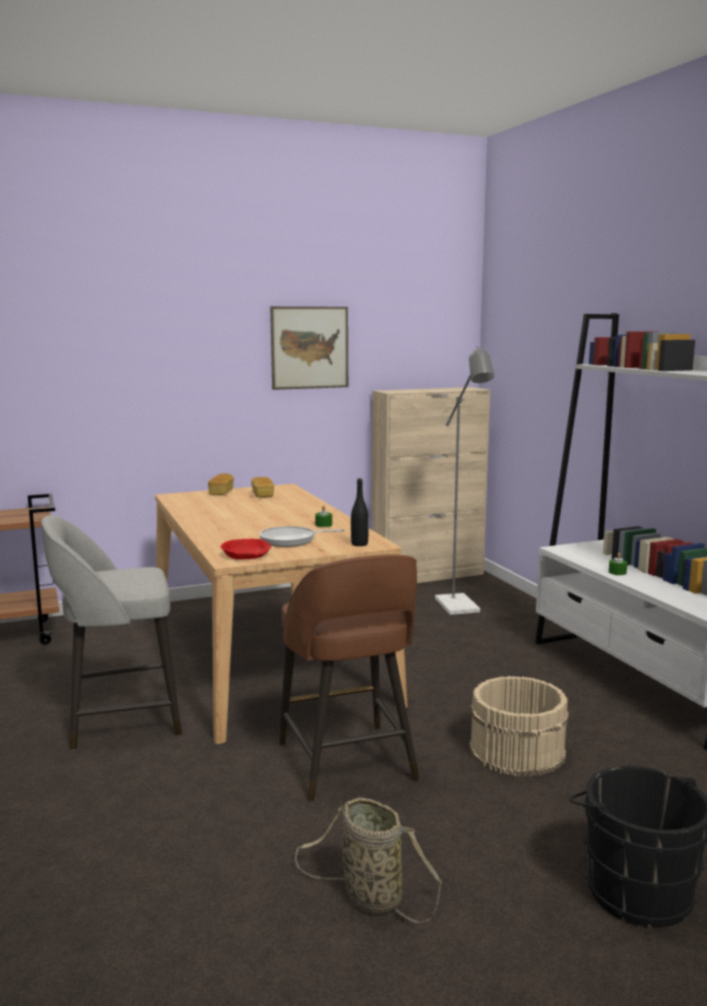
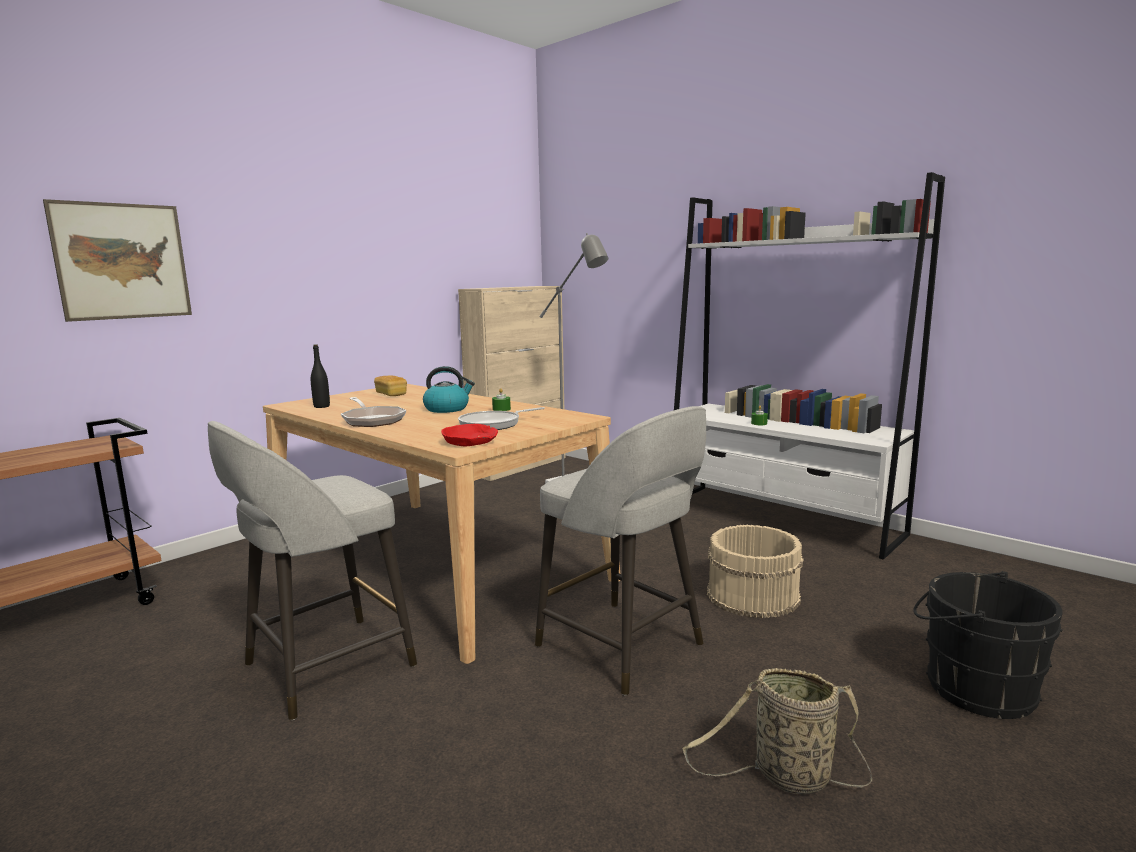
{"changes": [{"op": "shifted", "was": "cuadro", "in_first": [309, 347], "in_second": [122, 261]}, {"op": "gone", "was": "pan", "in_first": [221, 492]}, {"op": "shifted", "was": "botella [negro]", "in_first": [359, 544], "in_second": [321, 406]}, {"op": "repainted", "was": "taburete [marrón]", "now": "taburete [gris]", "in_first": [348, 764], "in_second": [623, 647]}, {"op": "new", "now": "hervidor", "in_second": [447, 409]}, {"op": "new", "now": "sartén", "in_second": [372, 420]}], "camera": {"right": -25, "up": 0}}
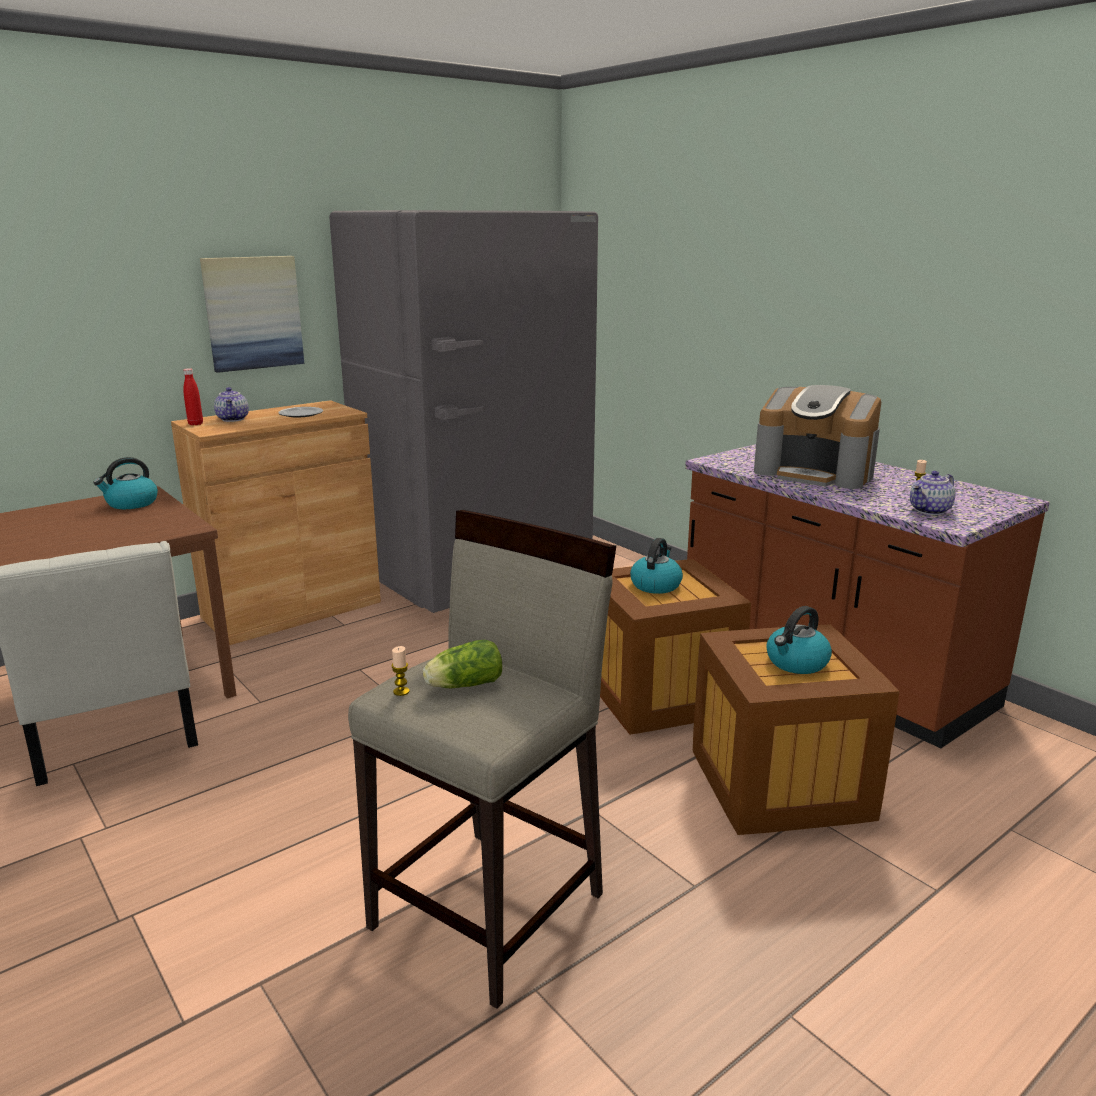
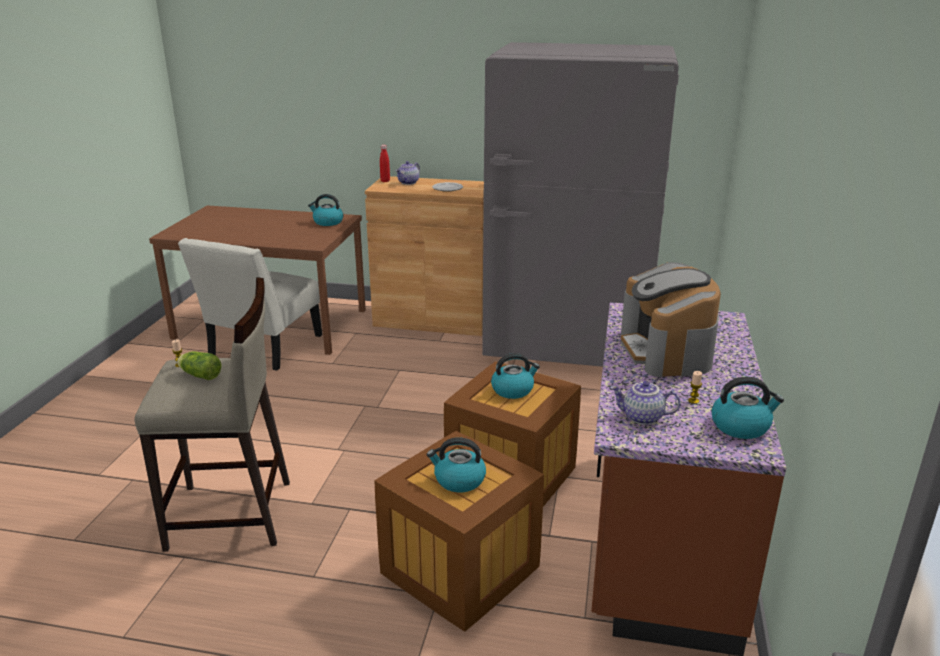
{"changes": [{"op": "gone", "was": "cuadro", "in_first": [253, 313]}, {"op": "new", "now": "hervidor", "in_second": [741, 426]}], "camera": {"right": 50, "up": 5}}
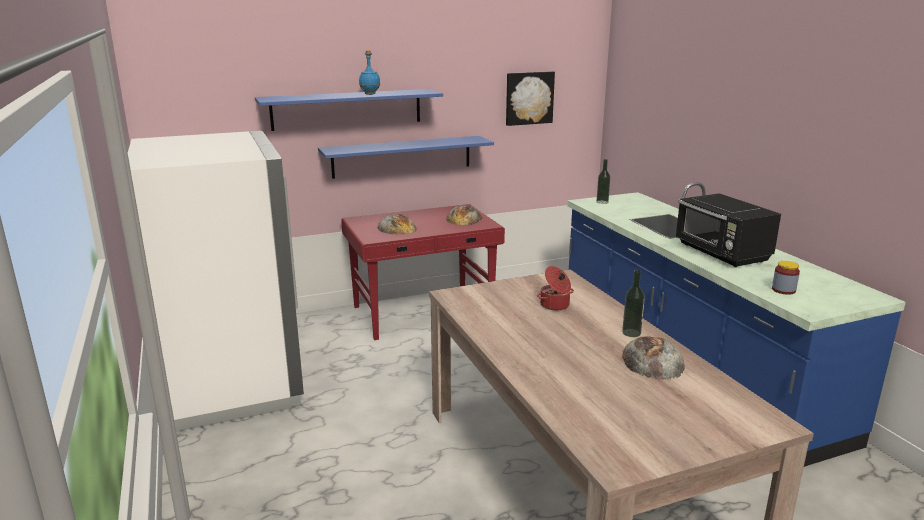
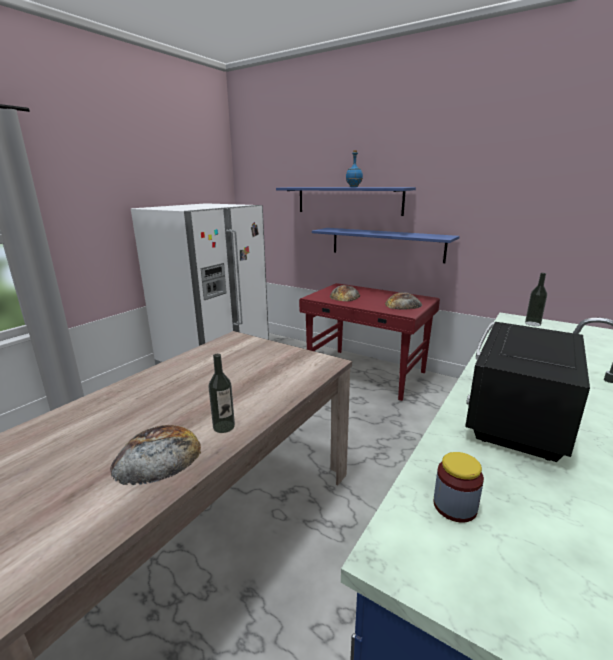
{"changes": [{"op": "gone", "was": "cuadro", "in_first": [529, 98]}, {"op": "gone", "was": "olla", "in_first": [555, 305]}], "camera": {"right": 55, "up": 0}}
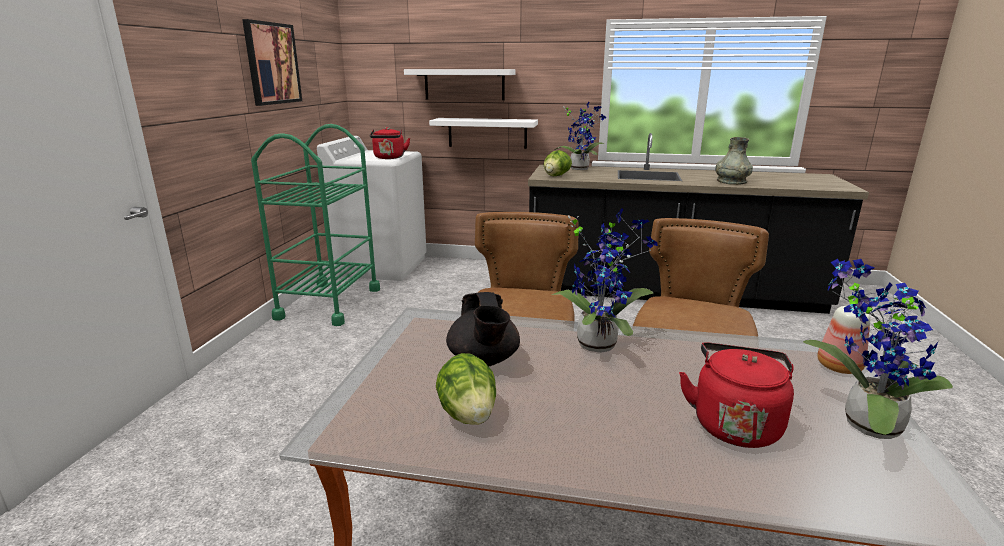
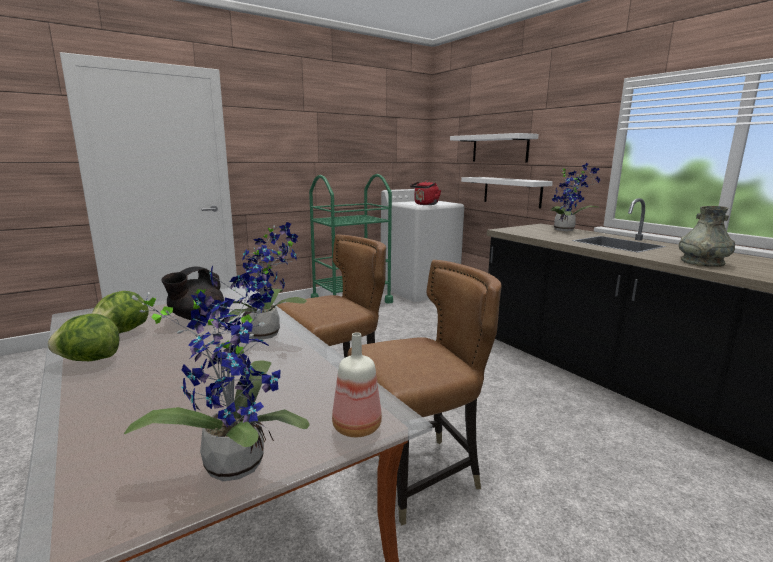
{"changes": [{"op": "gone", "was": "cuadro", "in_first": [272, 63]}, {"op": "shifted", "was": "lechuga", "in_first": [556, 176], "in_second": [89, 360]}, {"op": "gone", "was": "hervidor [rojo]", "in_first": [734, 423]}], "camera": {"right": 45, "up": -5}}
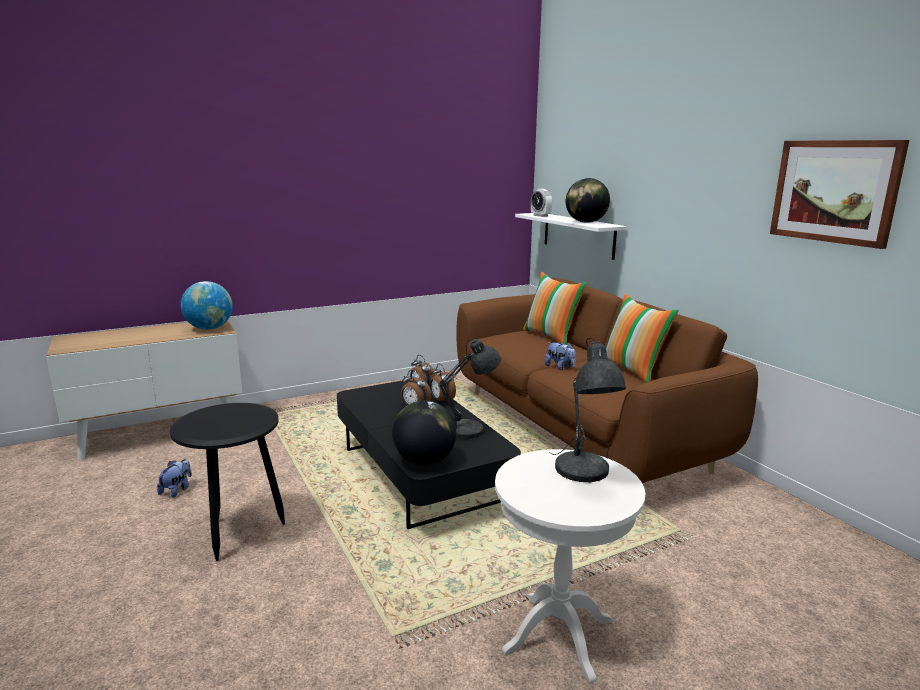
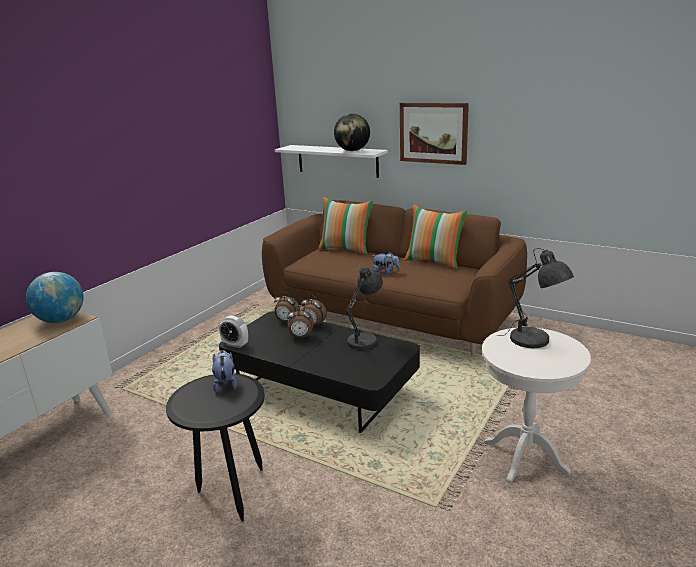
{"changes": [{"op": "shifted", "was": "cuadro", "in_first": [834, 191], "in_second": [433, 133]}, {"op": "shifted", "was": "despertador", "in_first": [540, 216], "in_second": [235, 345]}, {"op": "gone", "was": "globo terráqueo", "in_first": [424, 461]}, {"op": "shifted", "was": "peluche", "in_first": [177, 490], "in_second": [225, 383]}], "camera": {"right": -30, "up": 5}}
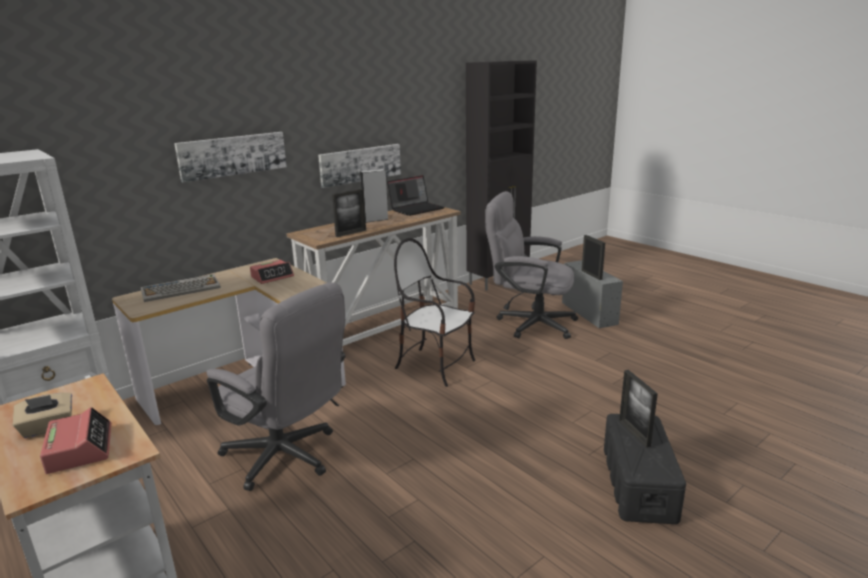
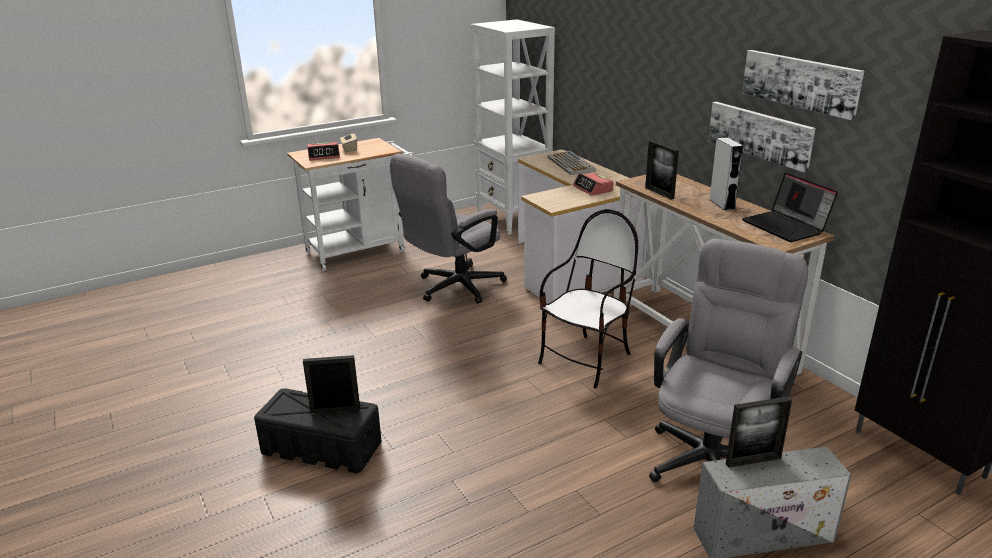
{"changes": [{"op": "shifted", "was": "cuadro", "in_first": [232, 155], "in_second": [800, 82]}], "camera": {"right": 100, "up": 5}}
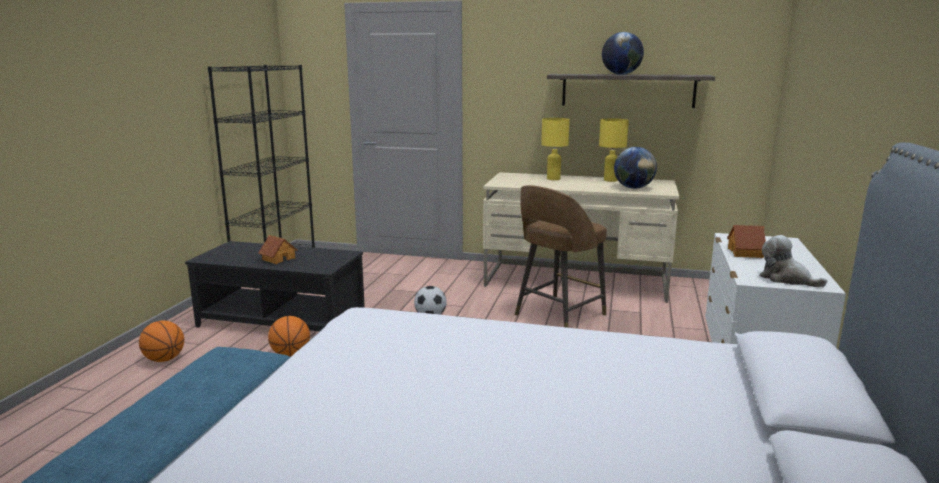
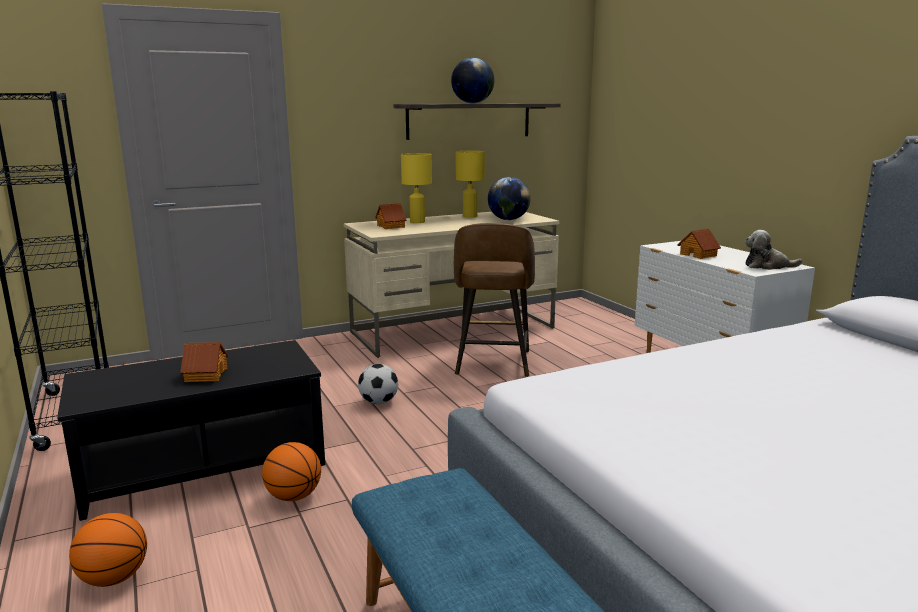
{"changes": [{"op": "new", "now": "casita", "in_second": [391, 226]}], "camera": {"right": -40, "up": 0}}
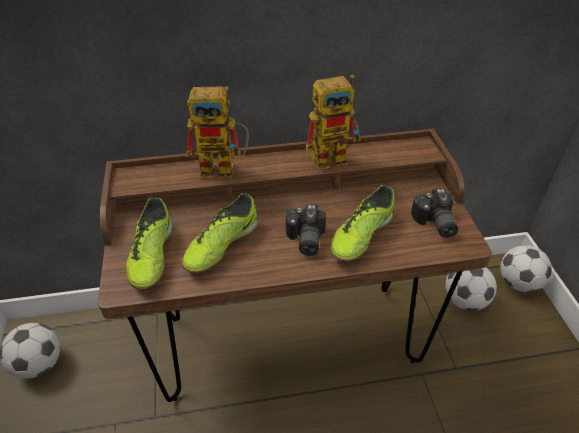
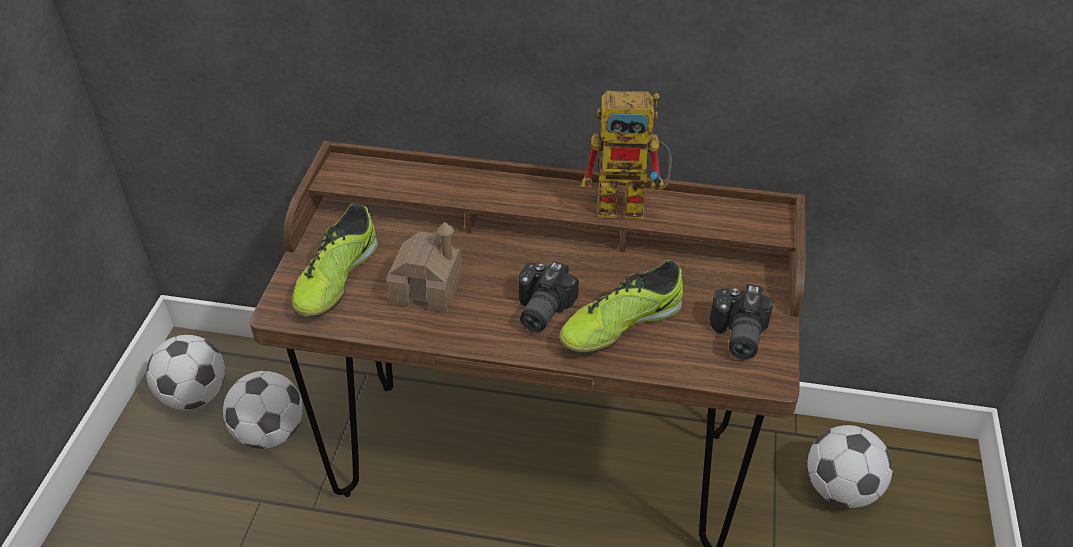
{"changes": [{"op": "gone", "was": "robot de juguete", "in_first": [225, 168]}, {"op": "swapped", "was": "zapato", "now": "casita", "in_first": [221, 245], "in_second": [427, 288]}, {"op": "shifted", "was": "balón de fútbol", "in_first": [518, 283], "in_second": [270, 433]}], "camera": {"right": 20, "up": 0}}
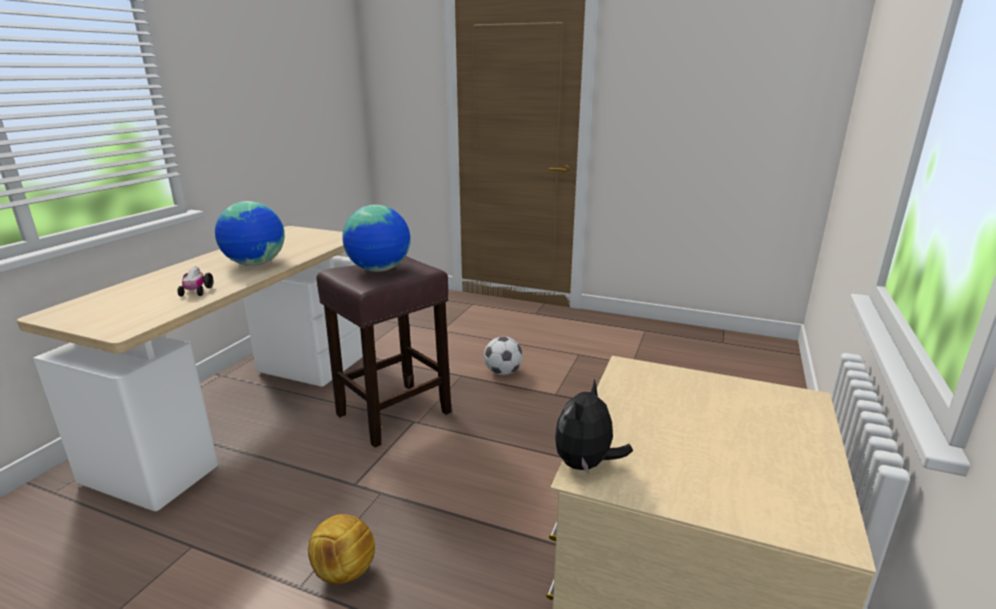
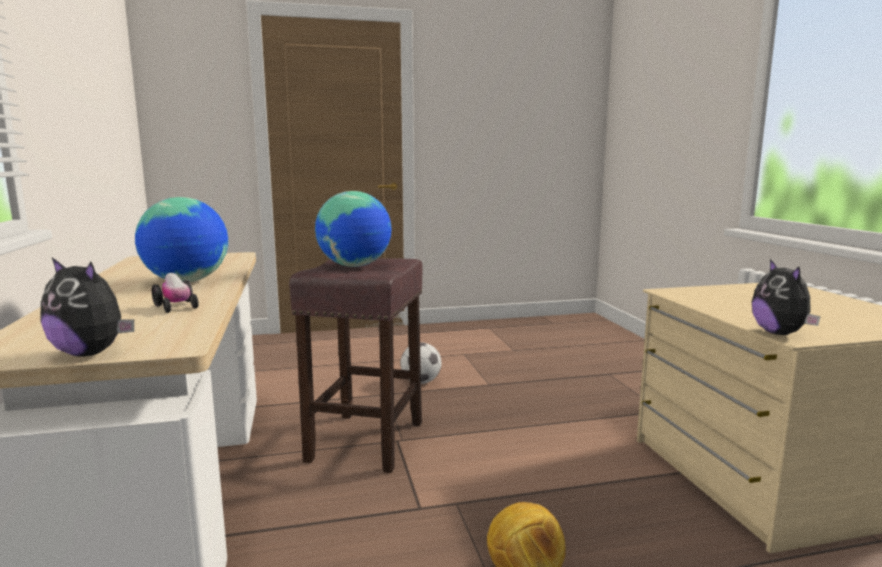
{"changes": [{"op": "new", "now": "peluche", "in_second": [91, 353]}], "camera": {"right": -35, "up": -10}}
